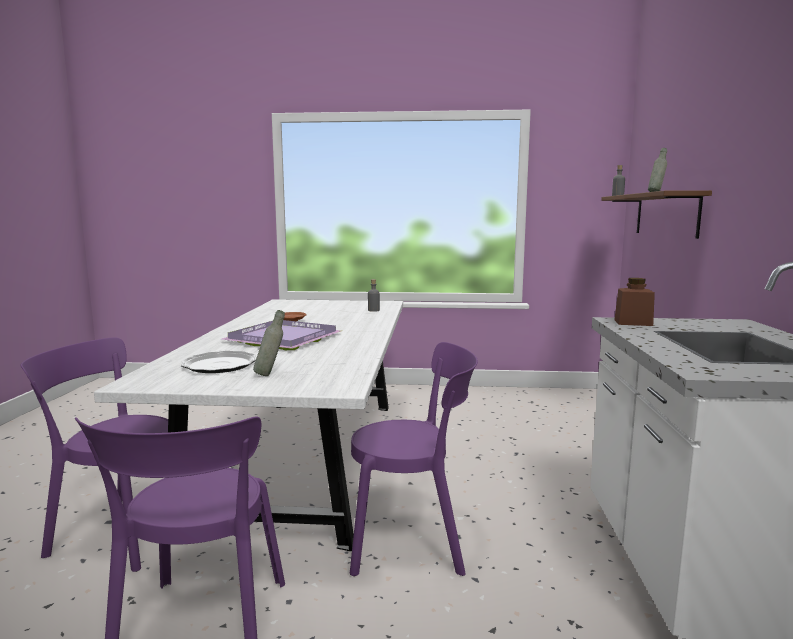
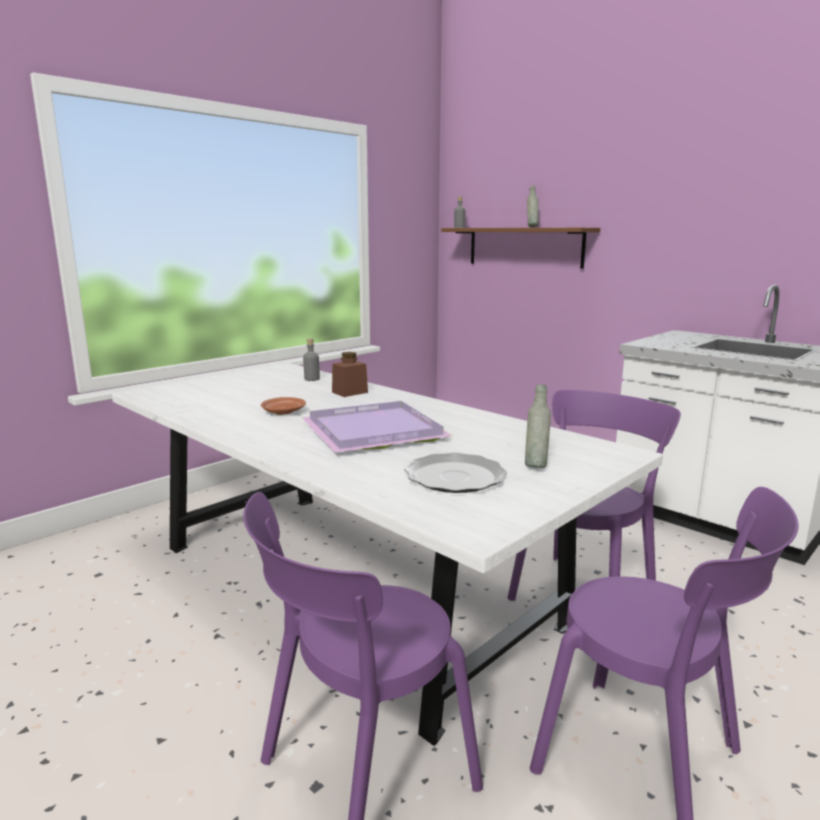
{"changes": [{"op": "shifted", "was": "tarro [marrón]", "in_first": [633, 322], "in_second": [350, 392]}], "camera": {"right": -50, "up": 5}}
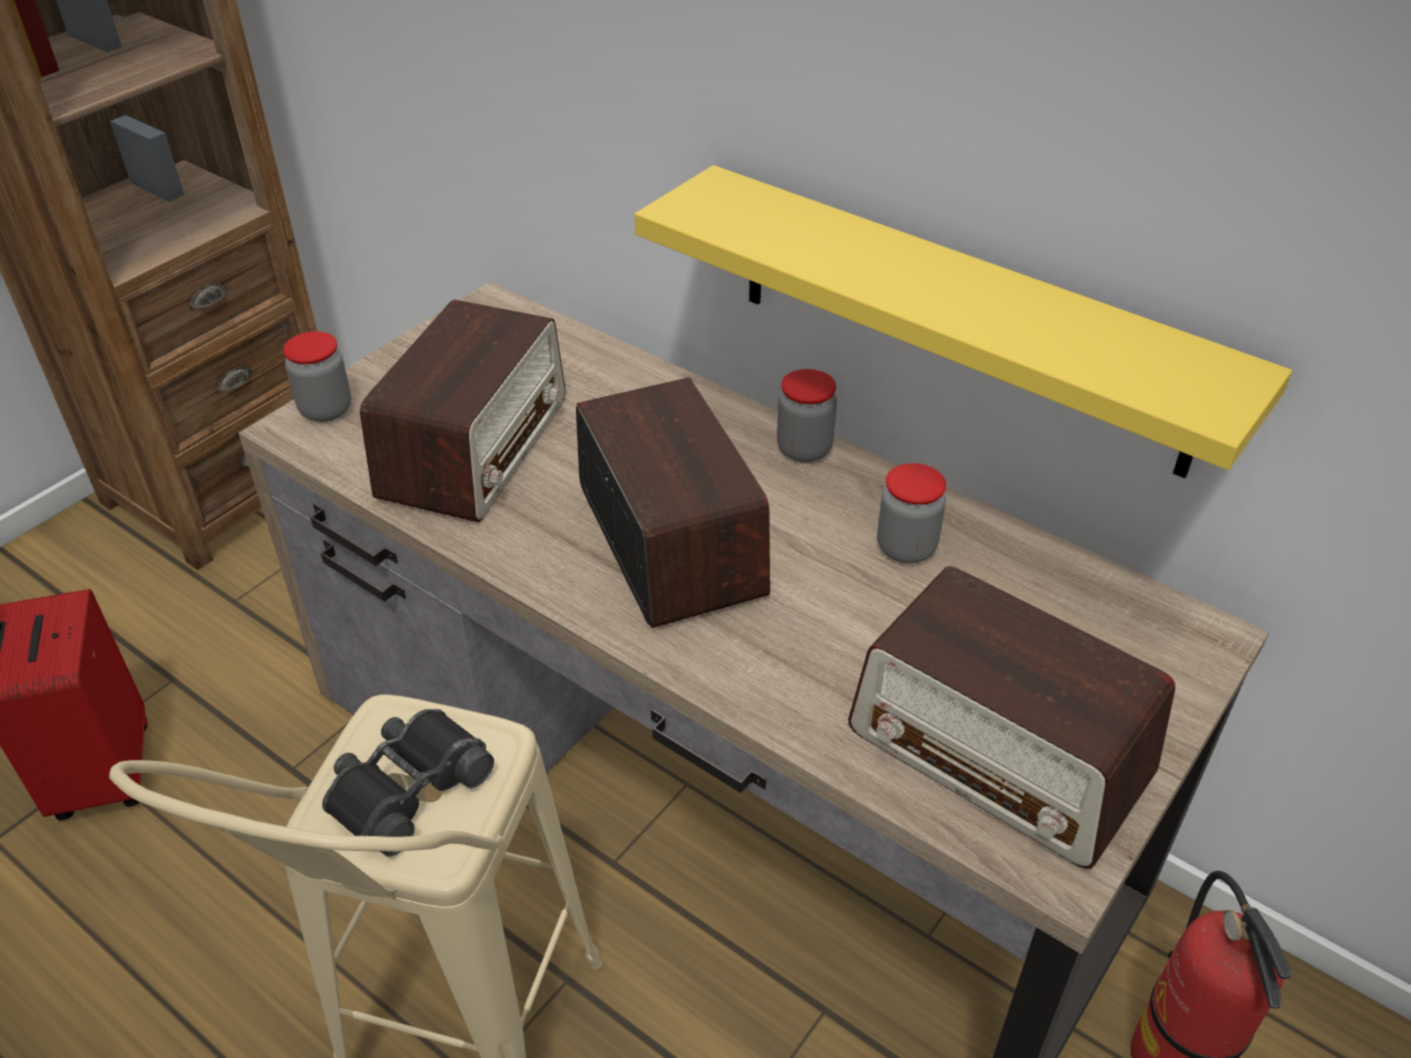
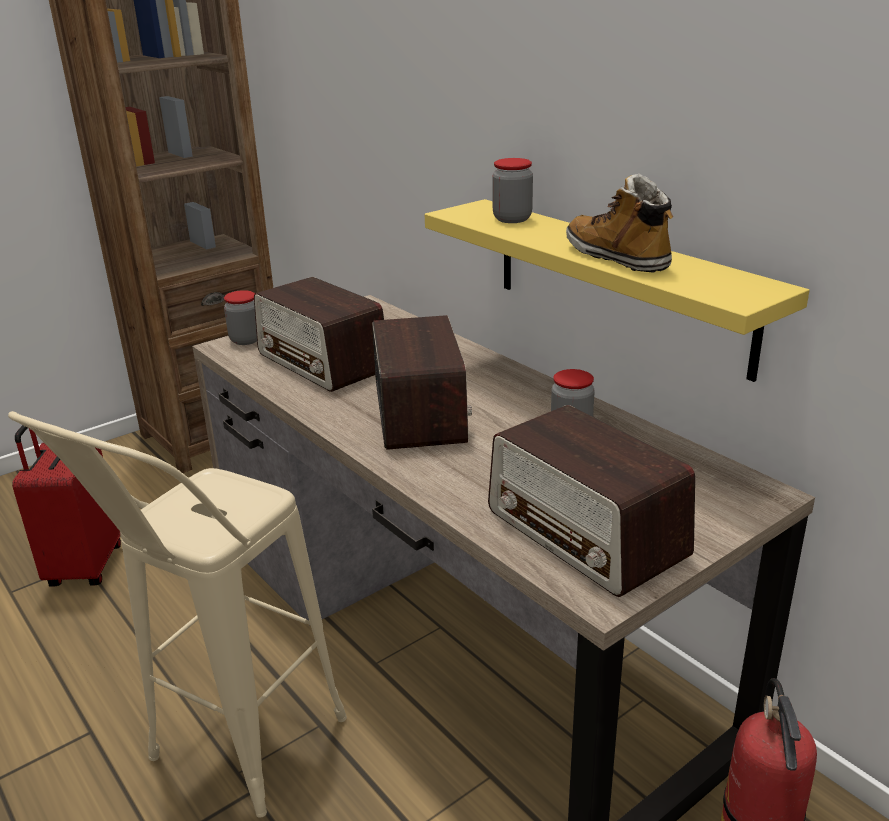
{"changes": [{"op": "rotated", "was": "radio", "in_first": [475, 447], "in_second": [323, 362], "clockwise": 105}, {"op": "shifted", "was": "tarro", "in_first": [804, 449], "in_second": [512, 219]}, {"op": "gone", "was": "prismáticos [negro]", "in_first": [407, 787]}, {"op": "new", "now": "bota", "in_second": [617, 258]}], "camera": {"right": 15, "up": -15}}
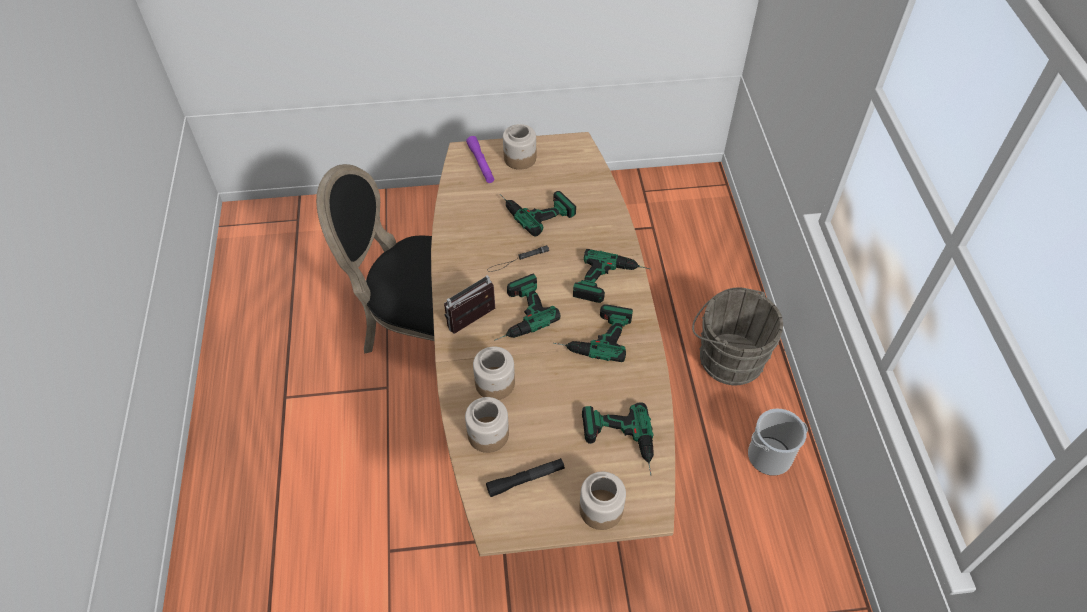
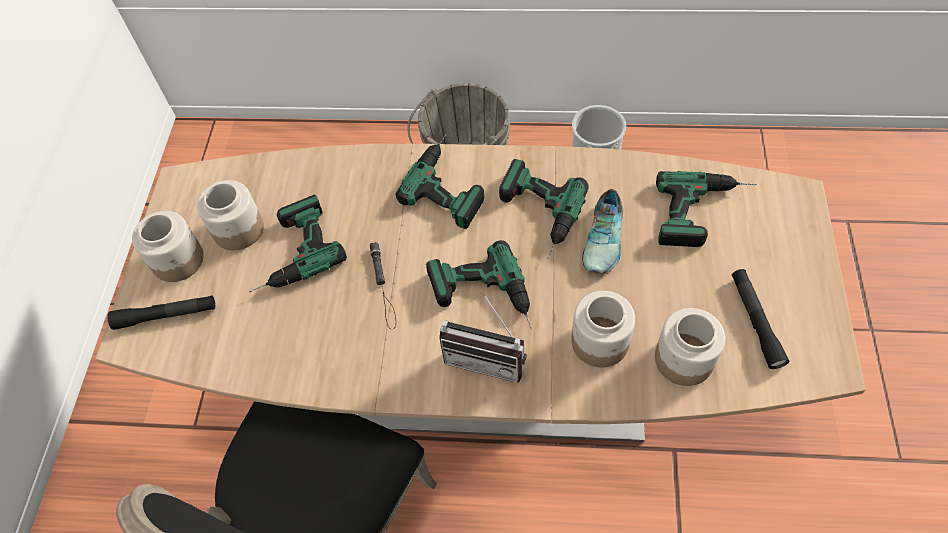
{"changes": [{"op": "repainted", "was": "linterna [morado]", "now": "linterna [negro]", "in_first": [481, 163], "in_second": [166, 315]}, {"op": "rotated", "was": "radio", "in_first": [474, 322], "in_second": [487, 357], "clockwise": -45}, {"op": "shifted", "was": "tarro", "in_first": [601, 509], "in_second": [238, 229]}, {"op": "new", "now": "zapato", "in_second": [605, 238]}], "camera": {"right": -75, "up": 5}}
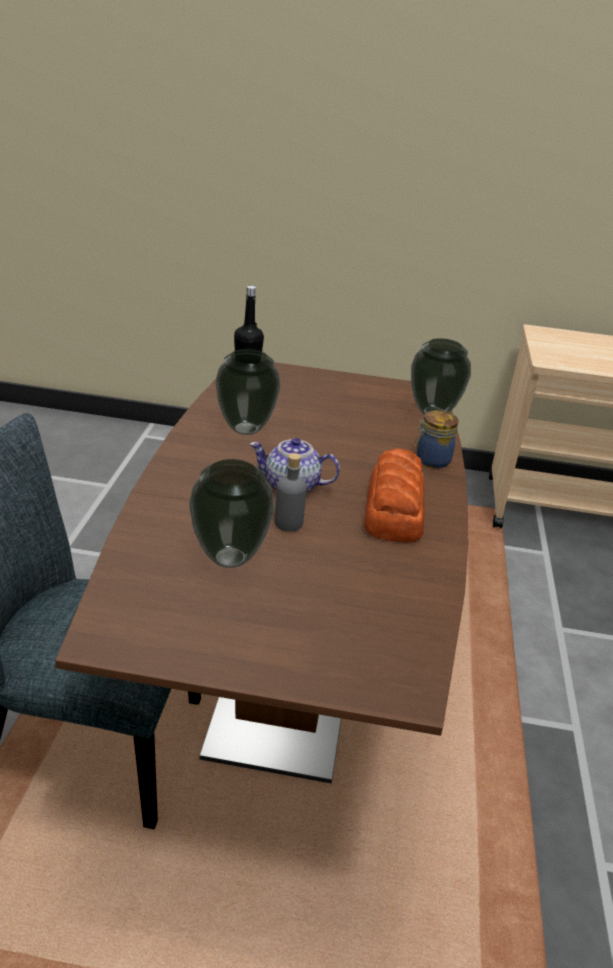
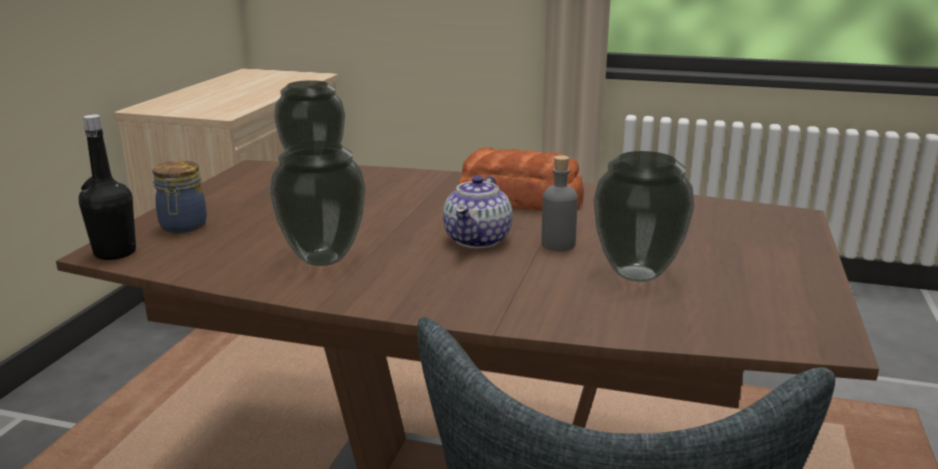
{"changes": [{"op": "shifted", "was": "tarro", "in_first": [431, 460], "in_second": [183, 227]}], "camera": {"right": -80, "up": -10}}
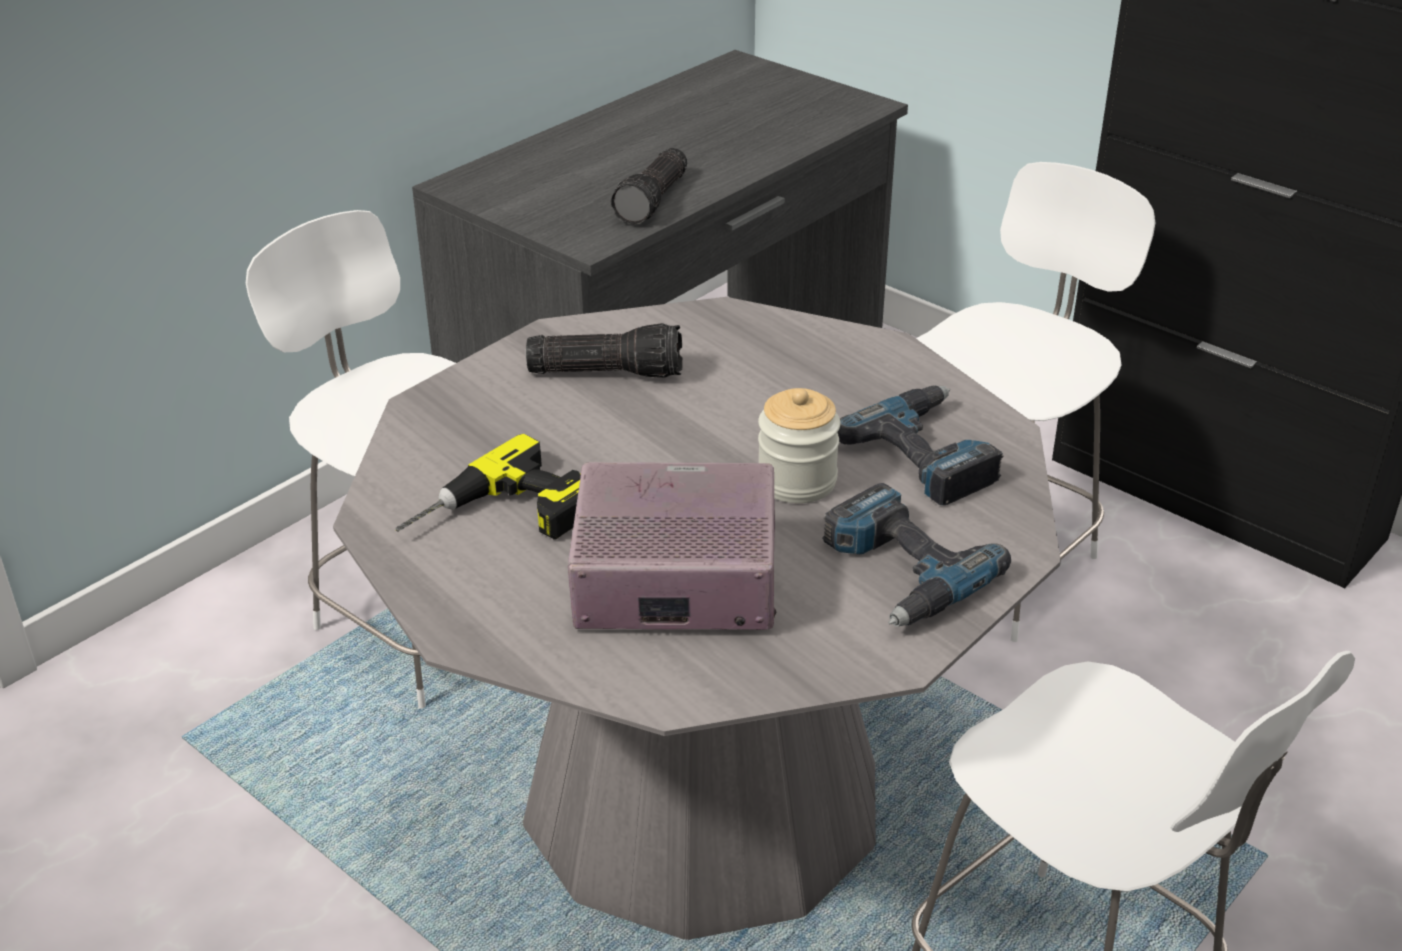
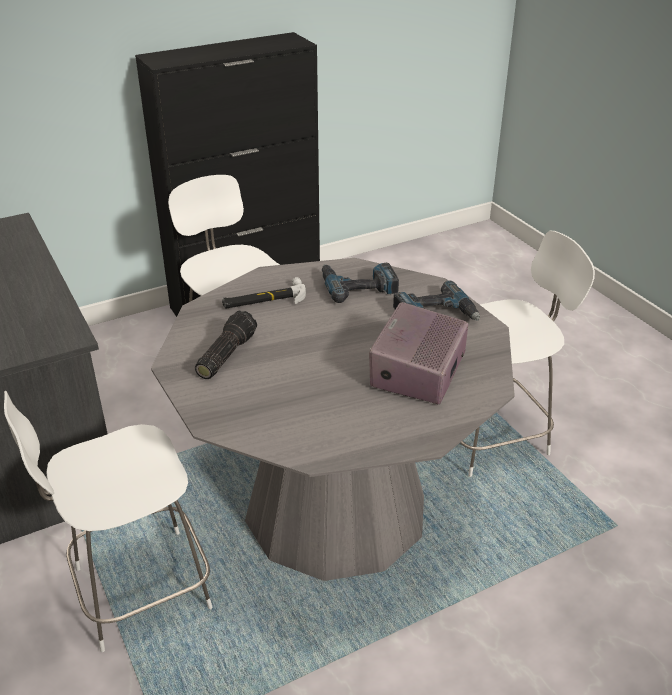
{"changes": [{"op": "gone", "was": "linterna", "in_first": [654, 201]}, {"op": "gone", "was": "tarro", "in_first": [797, 481]}, {"op": "gone", "was": "taladro", "in_first": [502, 519]}, {"op": "new", "now": "martillo", "in_second": [264, 299]}], "camera": {"right": -70, "up": 0}}
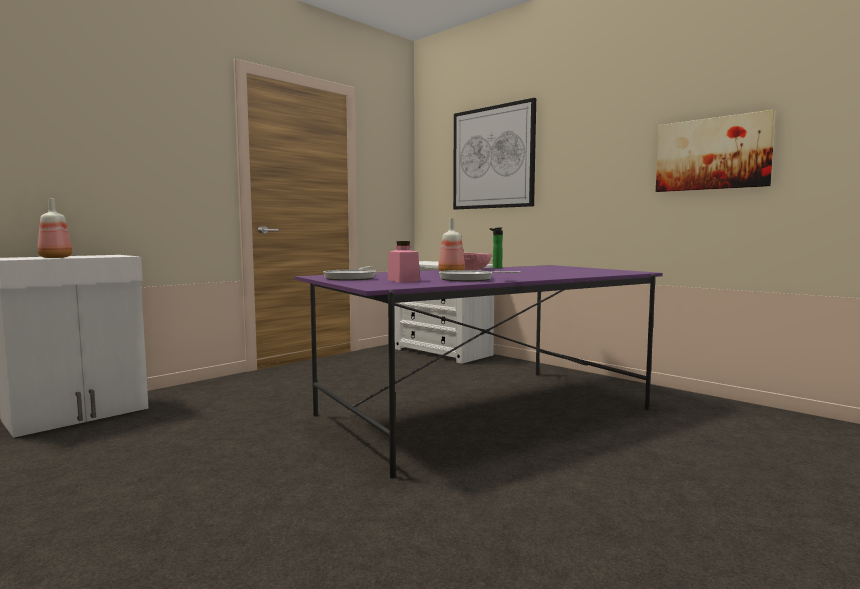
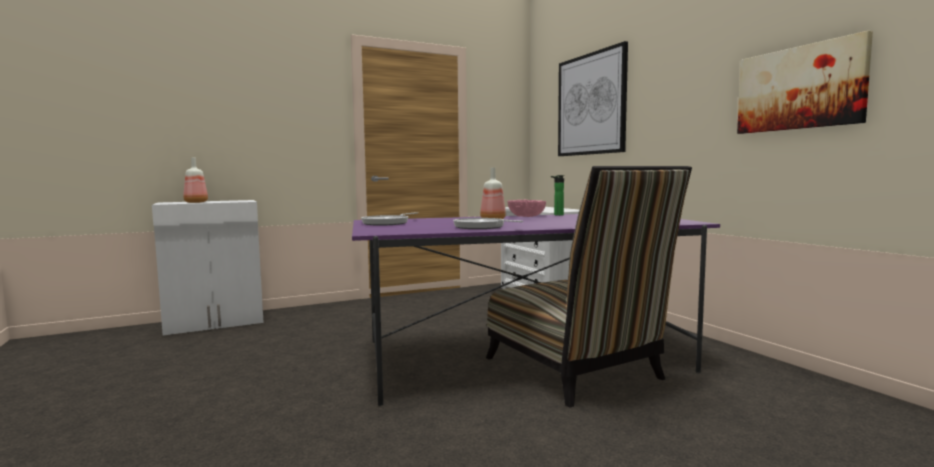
{"changes": [{"op": "gone", "was": "tarro [rosa]", "in_first": [403, 280]}, {"op": "new", "now": "silla", "in_second": [578, 372]}], "camera": {"right": 20, "up": 0}}
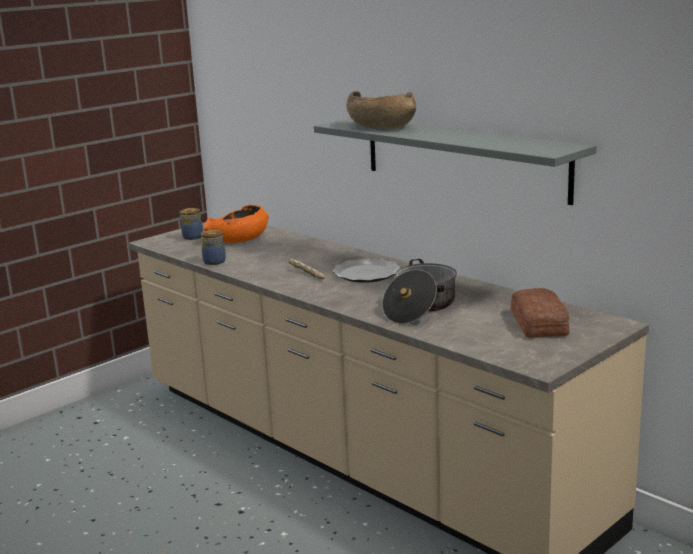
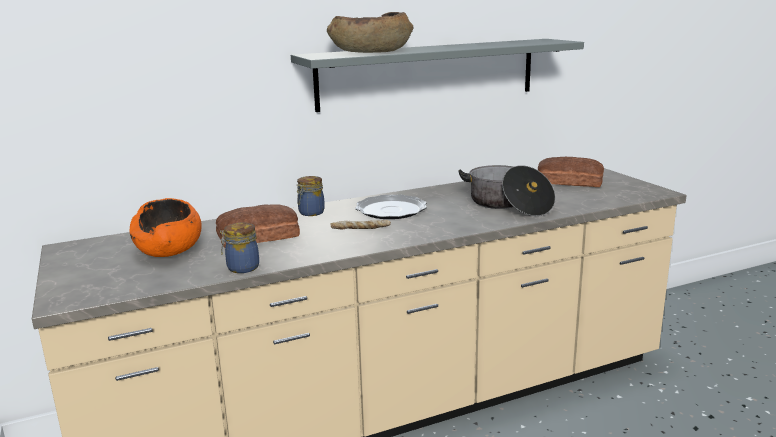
{"changes": [{"op": "shifted", "was": "tarro", "in_first": [192, 237], "in_second": [310, 213]}, {"op": "new", "now": "pan", "in_second": [259, 236]}], "camera": {"right": -70, "up": 0}}
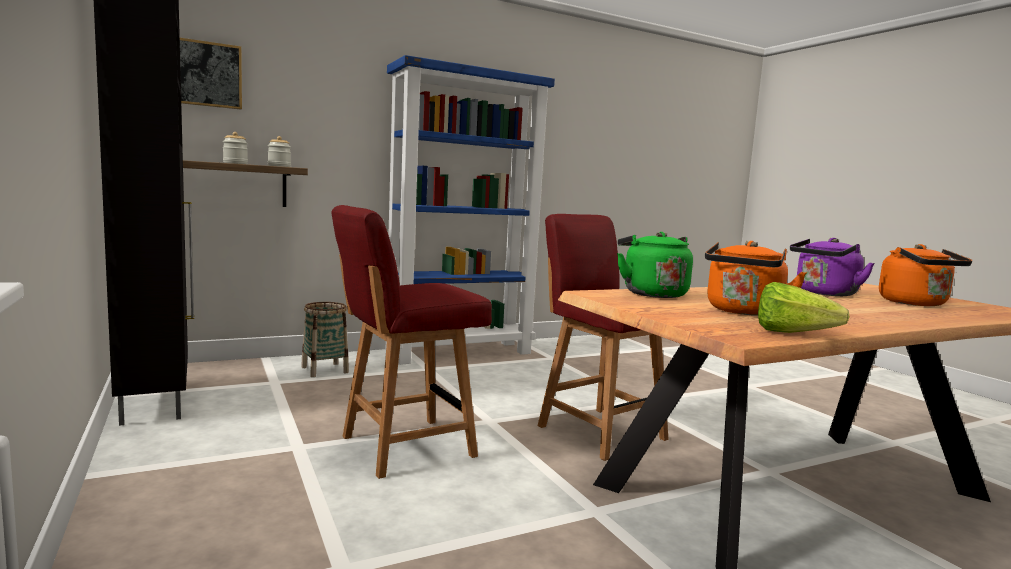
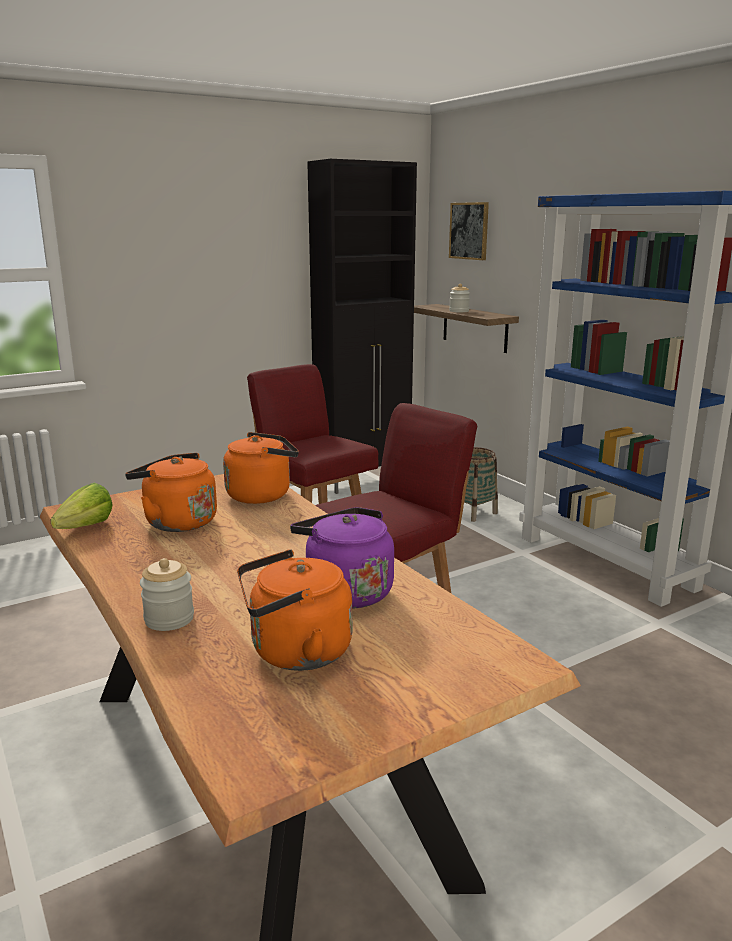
{"changes": [{"op": "shifted", "was": "tarro", "in_first": [279, 166], "in_second": [169, 619]}, {"op": "repainted", "was": "hervidor [verde]", "now": "hervidor [naranja]", "in_first": [652, 293], "in_second": [262, 495]}], "camera": {"right": 85, "up": 10}}
